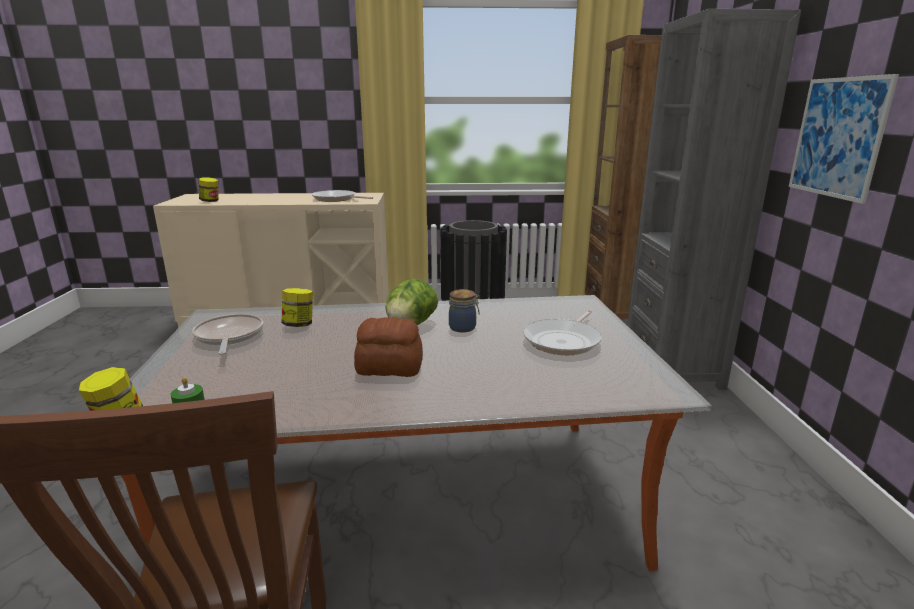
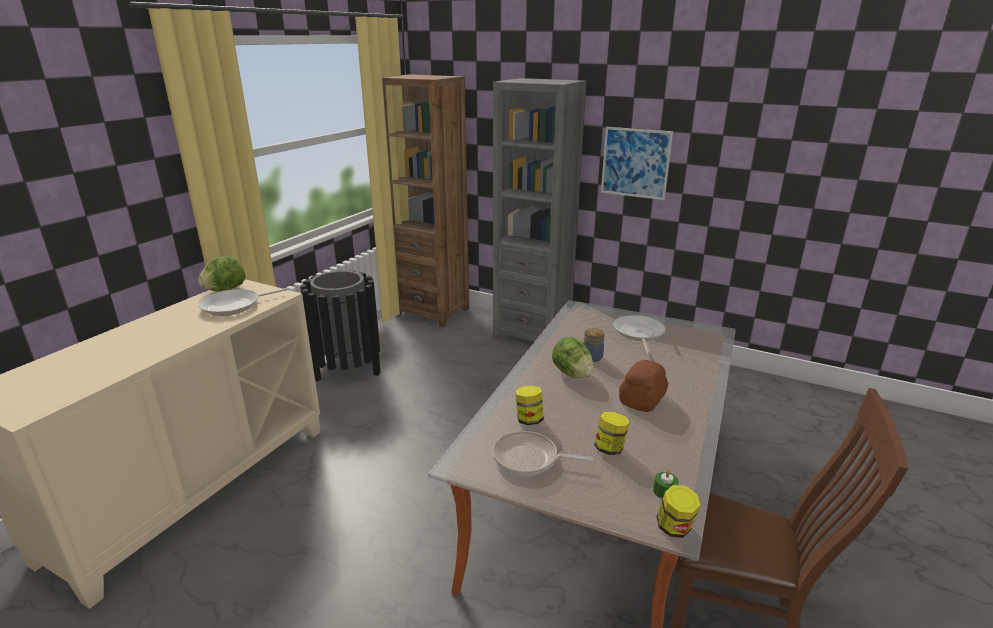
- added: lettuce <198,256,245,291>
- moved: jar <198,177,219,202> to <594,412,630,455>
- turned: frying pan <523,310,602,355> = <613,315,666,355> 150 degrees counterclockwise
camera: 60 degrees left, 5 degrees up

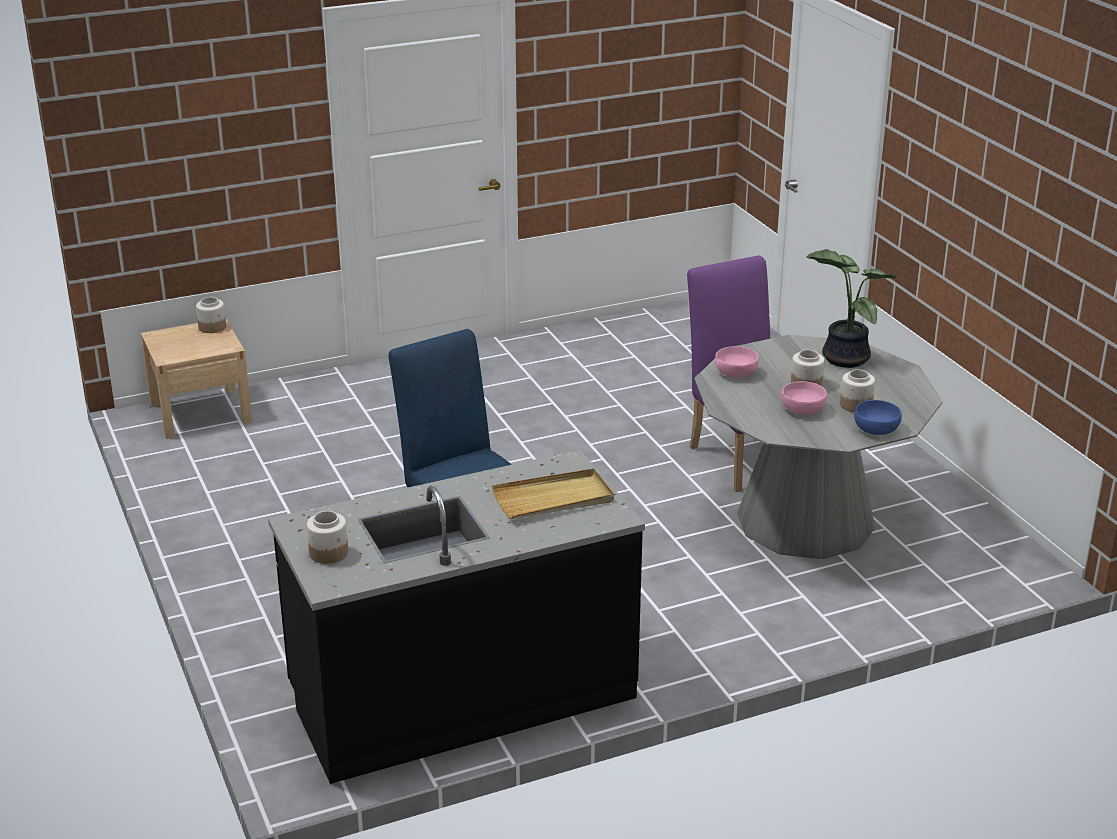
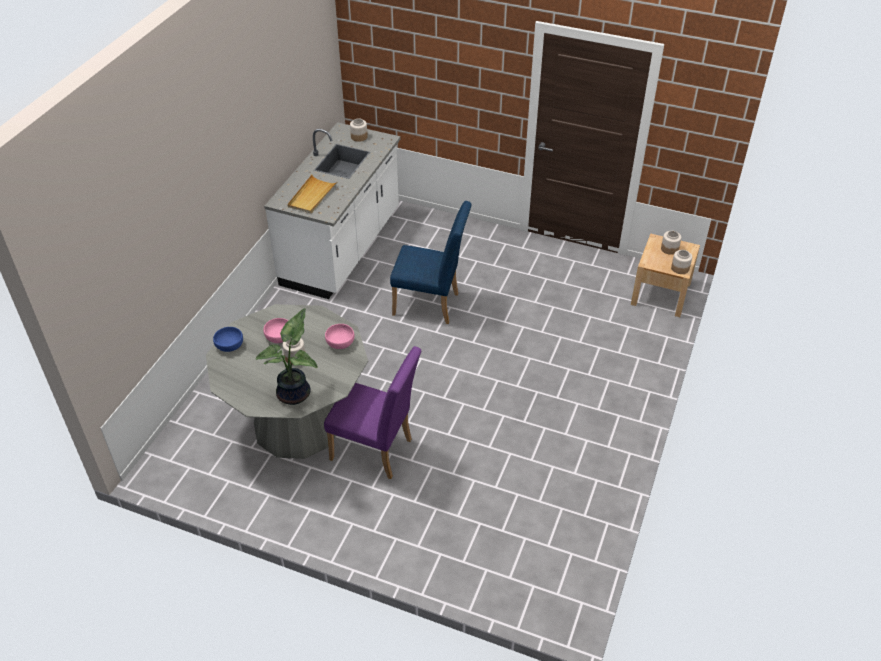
- recoloured: black counter <268,450,645,784> to white counter <264,122,401,299>
- moved: jar <840,369,875,412> to <661,231,682,255>
camera: 135 degrees right, 15 degrees up

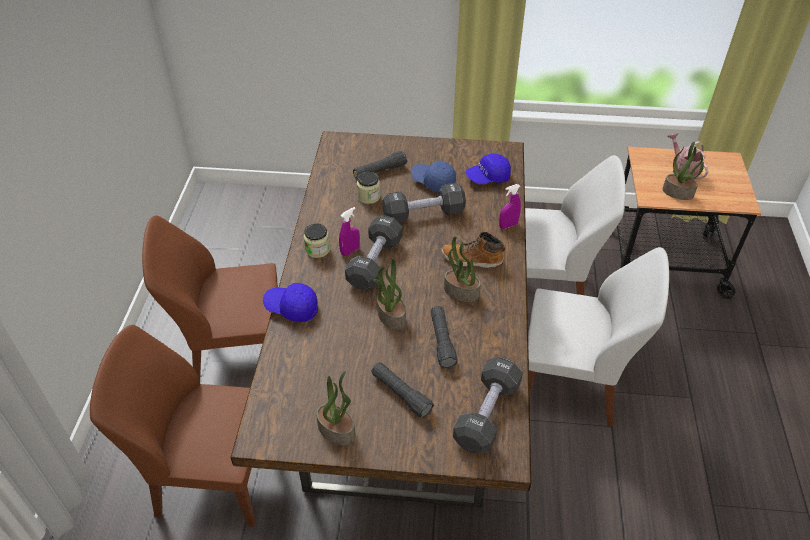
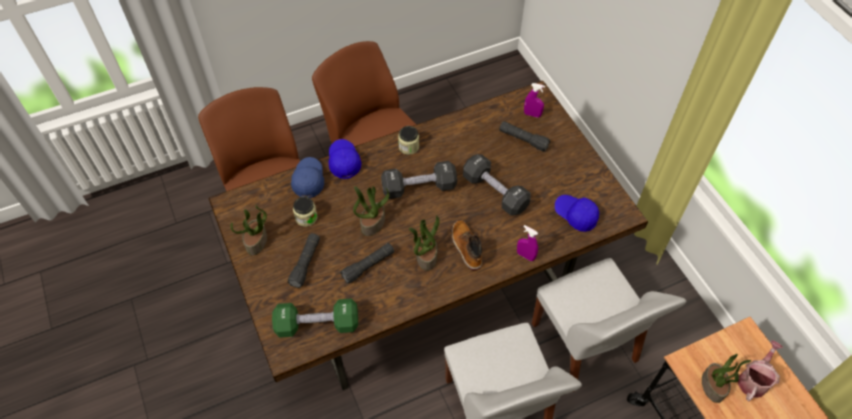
- recoloured: black dumbbell <453,357,523,454> to green dumbbell <272,298,358,338>
- moved: blue cap <411,161,456,193> to <291,157,324,198>
- moved: jar <357,172,380,204> to <293,197,317,227>
- moved: purple spray bottle <339,207,360,256> to <524,83,545,118>
camera: 60 degrees right, 10 degrees up

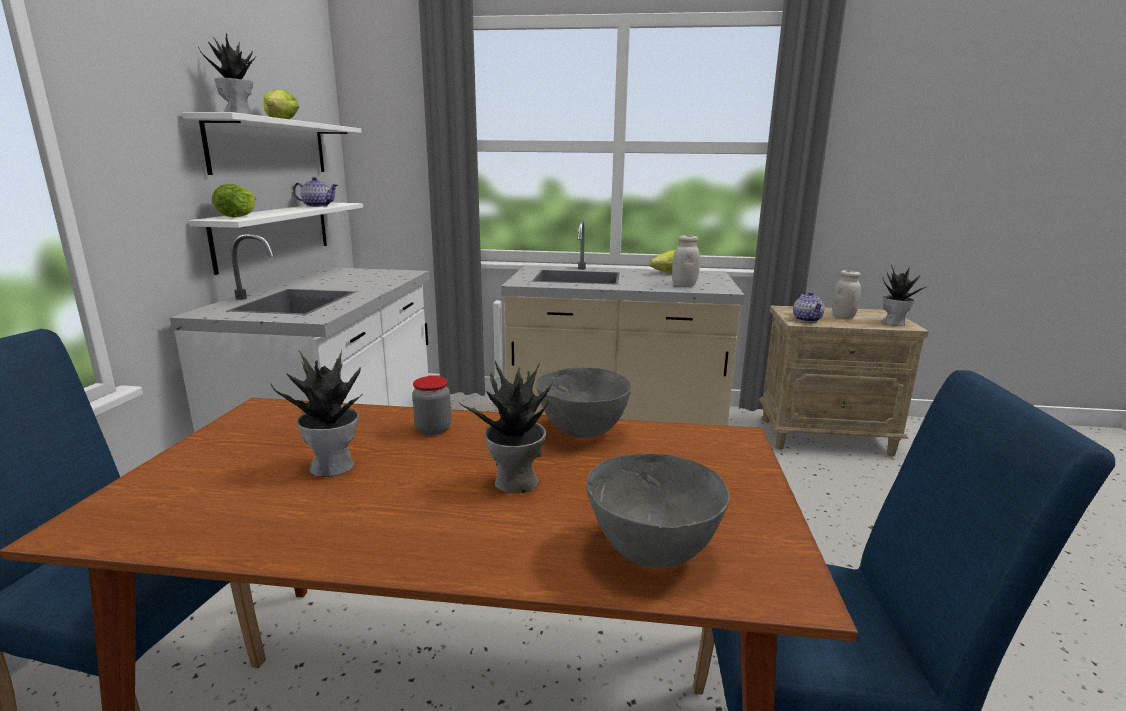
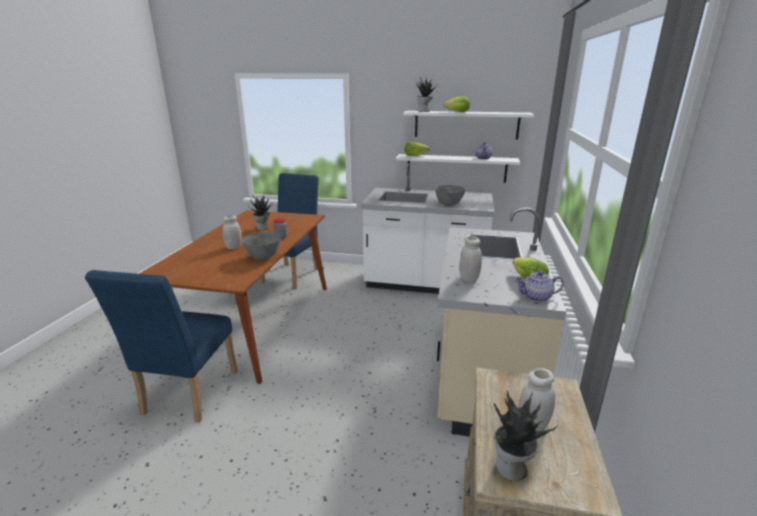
- replaced: potted plant <460,361,554,493> to white jar <223,215,242,249>
- moved: grey bowl <586,453,730,568> to <435,185,466,206>
- moved: teapot <793,292,825,322> to <515,271,564,302>
camera: 95 degrees right, 5 degrees up

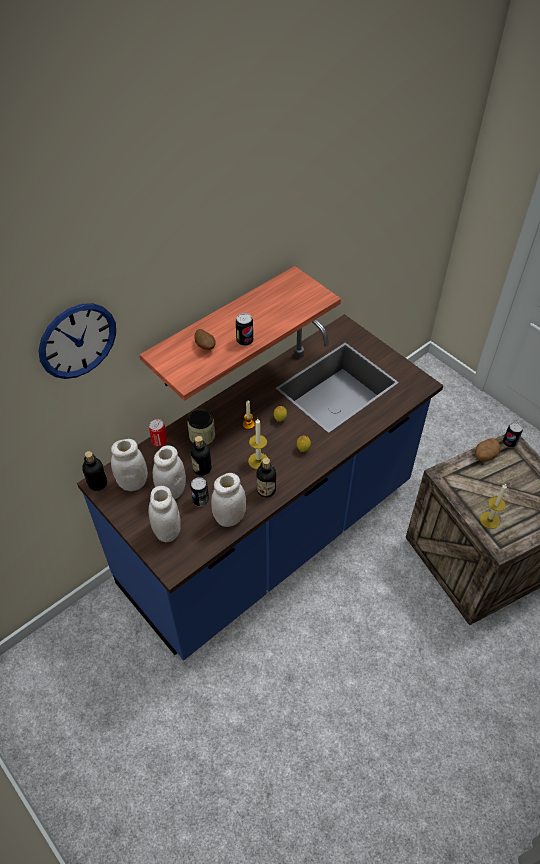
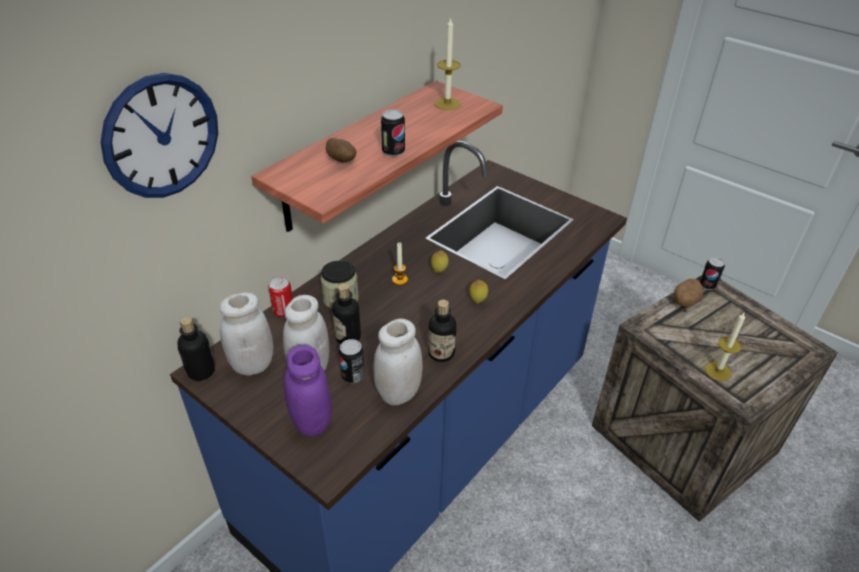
- recoloured: white jar <148,486,181,542> to purple jar <284,345,332,436>
- moved: candle <248,418,268,469> to <435,17,461,110>
camera: 10 degrees left, 10 degrees down

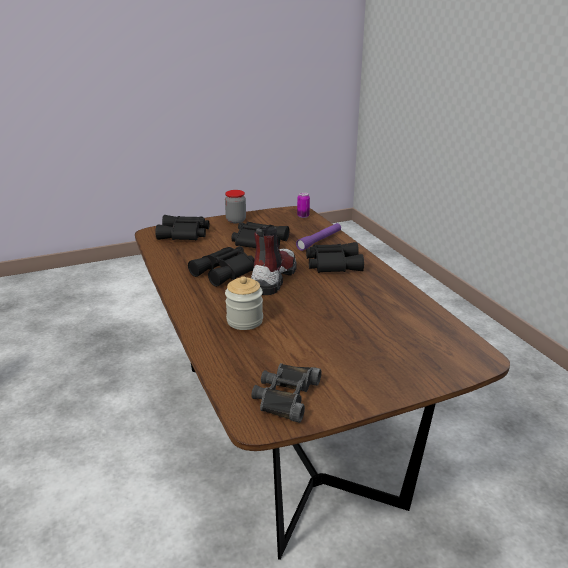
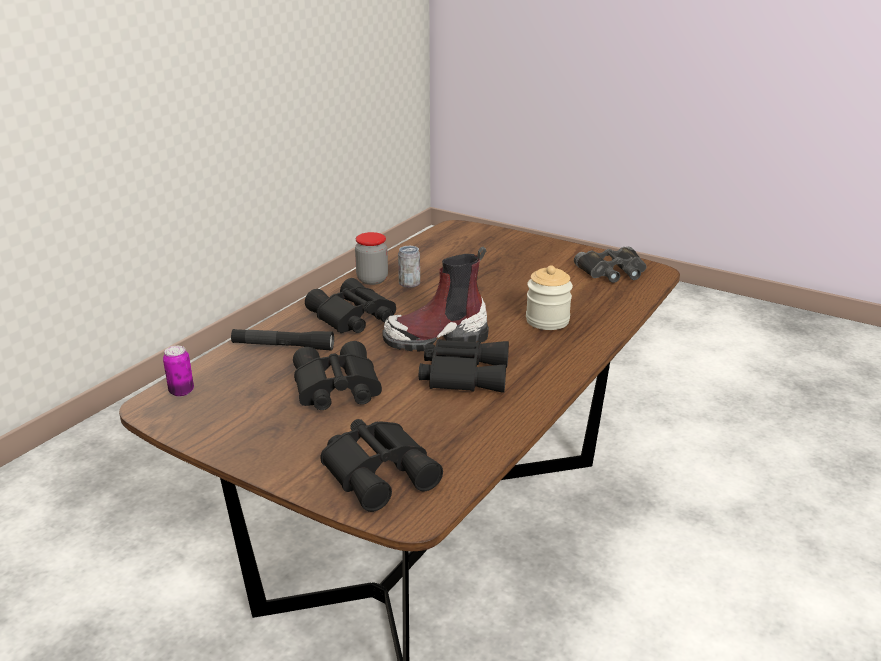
- recoloured: purple flashlight <296,223,341,251> to black flashlight <231,329,334,351>
- moved: jar <225,190,246,223> to <355,232,388,285>
- added: can <398,246,420,288>
camera: 125 degrees left, 0 degrees up

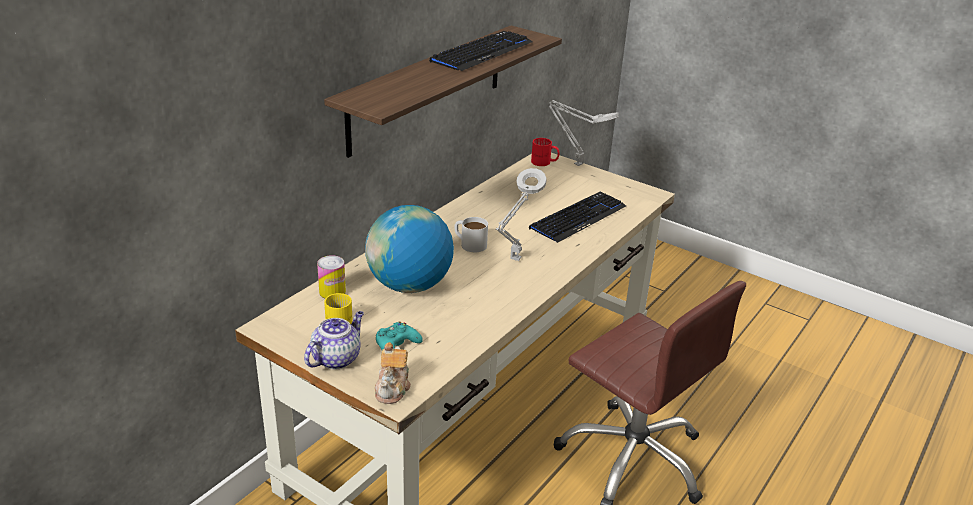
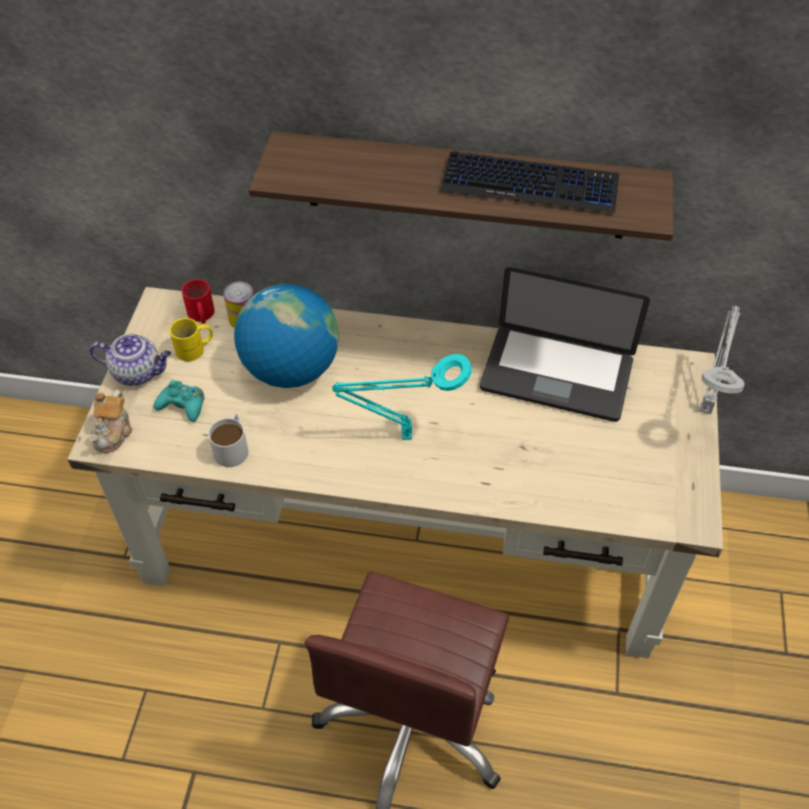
- turned: teapot <375,342,411,404> = <89,390,133,453> 60 degrees counterclockwise
- moved: red mug <531,138,560,166> to <182,279,215,324>
- moved: white mug <454,217,488,252> to <208,414,249,467>
- recoloured: grey table lamp <496,168,547,261> to turquoise table lamp <332,354,472,440>
- added: laptop <480,267,650,422>
- removed: keyboard <529,192,626,243>
camera: 65 degrees right, 20 degrees up

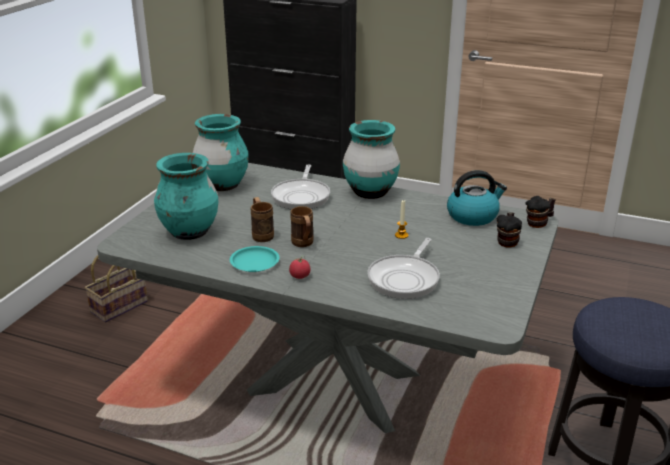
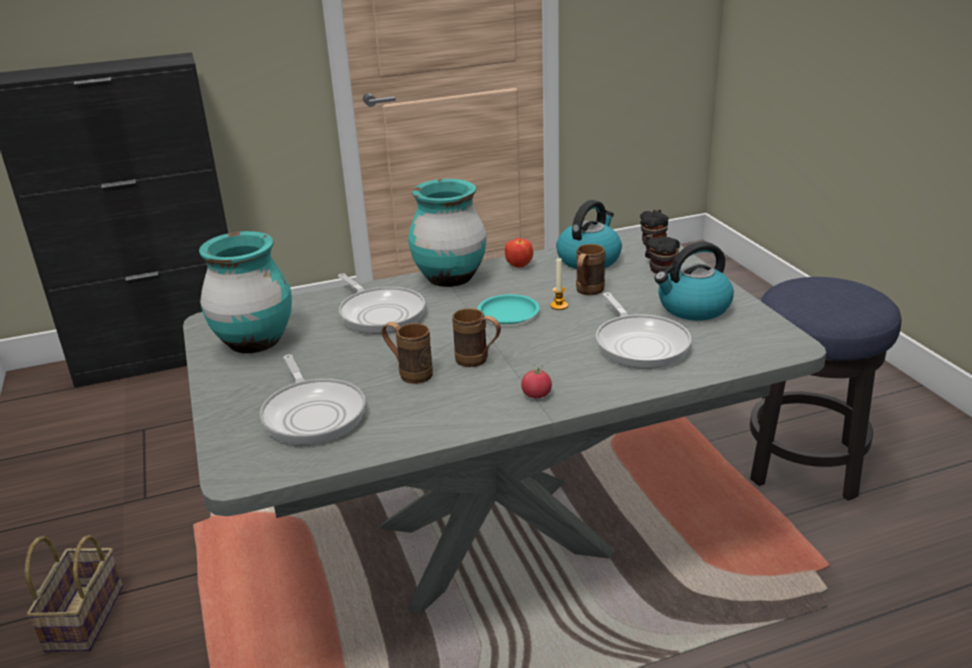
- replaced: turquoise vase <154,153,218,240> to frying pan <260,354,365,445>
- moved: turquoise plate <230,246,279,272> to <477,294,540,324>
- added: apple <505,238,533,268>
- added: brown mug <576,244,605,295>
- added: kettle <654,242,734,321>
camera: 40 degrees left, 0 degrees up

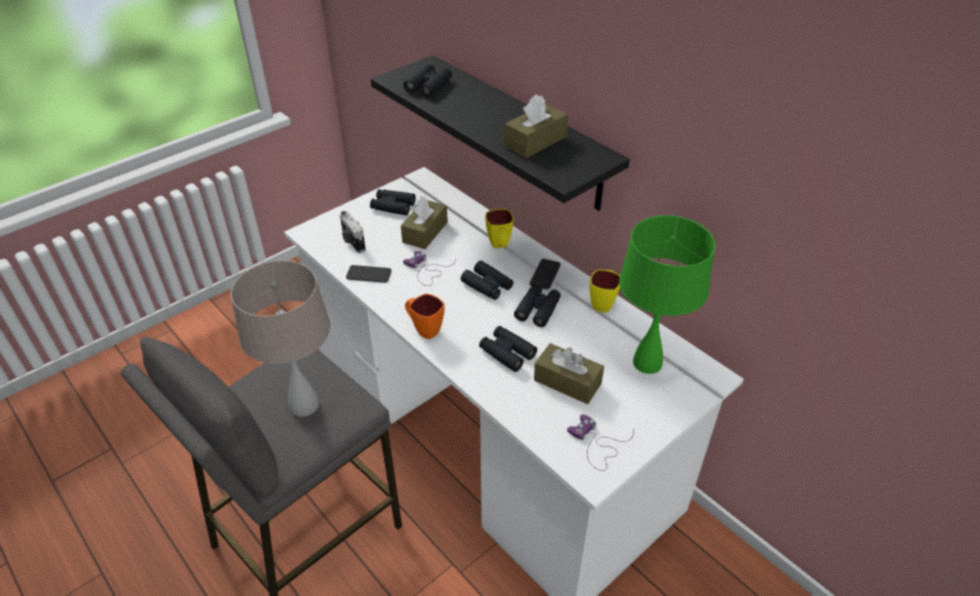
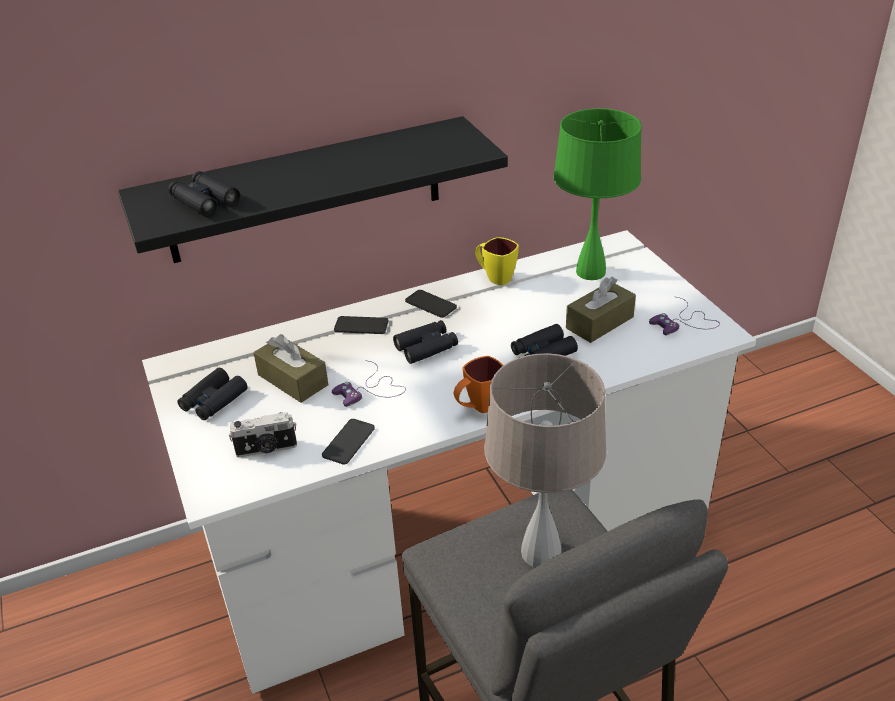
- replaced: yellow mug <485,209,513,248> to phone <334,316,388,334>
- removed: brown tissue box <504,94,568,158>
- removed: black binoculars <514,284,561,327>
camera: 70 degrees left, 5 degrees down

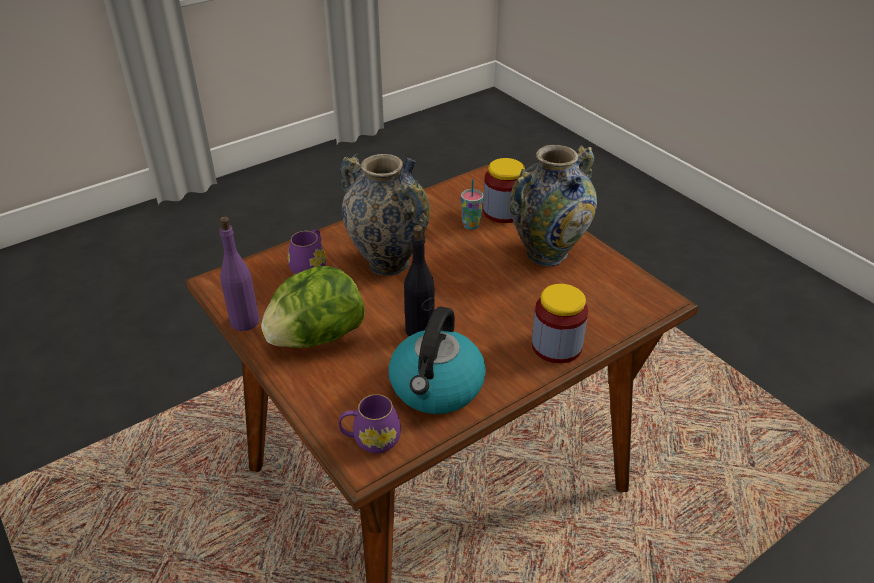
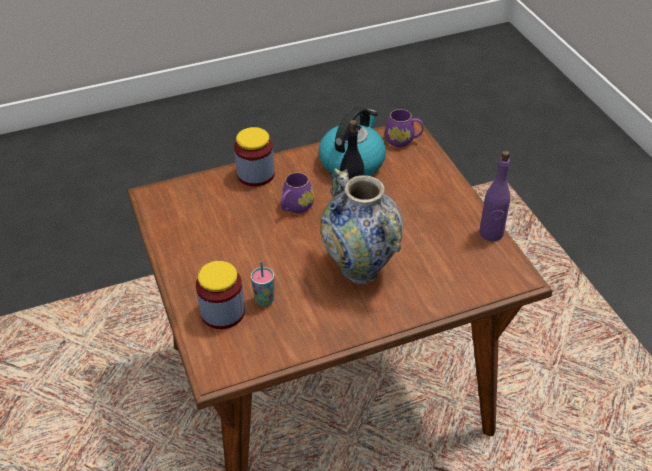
- moved: purple mug <288,229,326,274> to <281,172,314,213>
- removed: lettuce <261,266,365,348>
- removed: vase <510,145,597,266>
camera: 165 degrees left, 5 degrees up

